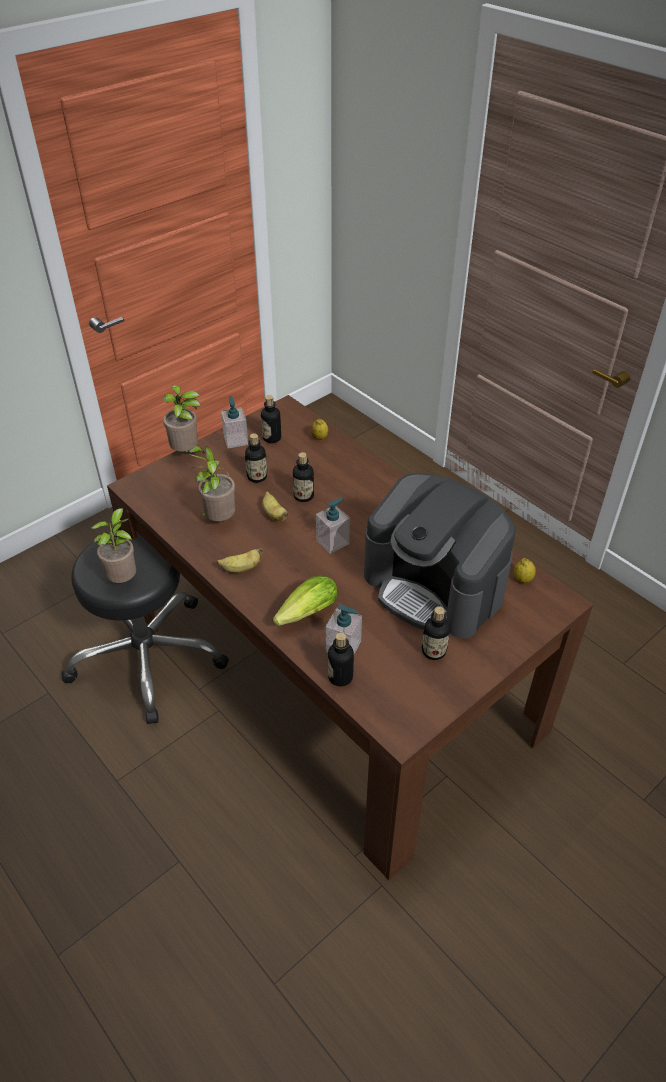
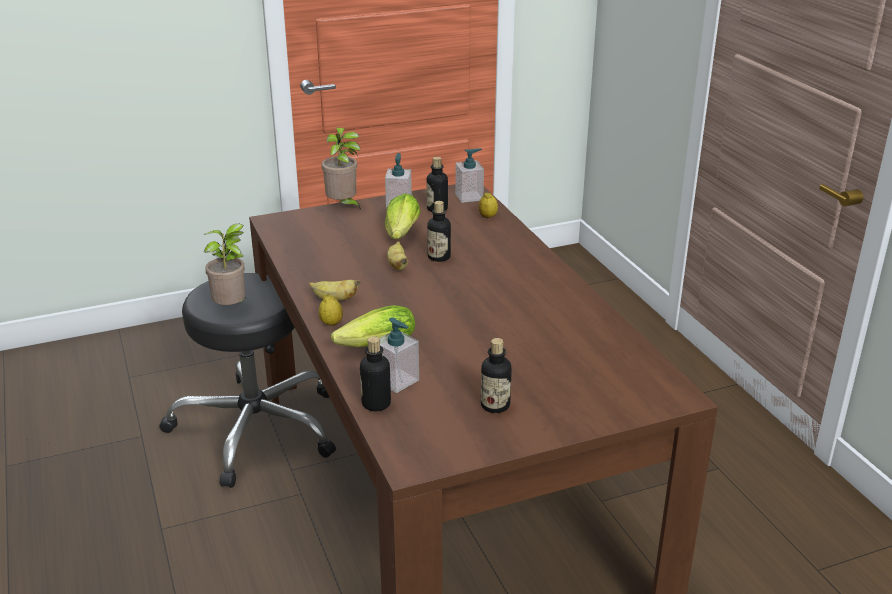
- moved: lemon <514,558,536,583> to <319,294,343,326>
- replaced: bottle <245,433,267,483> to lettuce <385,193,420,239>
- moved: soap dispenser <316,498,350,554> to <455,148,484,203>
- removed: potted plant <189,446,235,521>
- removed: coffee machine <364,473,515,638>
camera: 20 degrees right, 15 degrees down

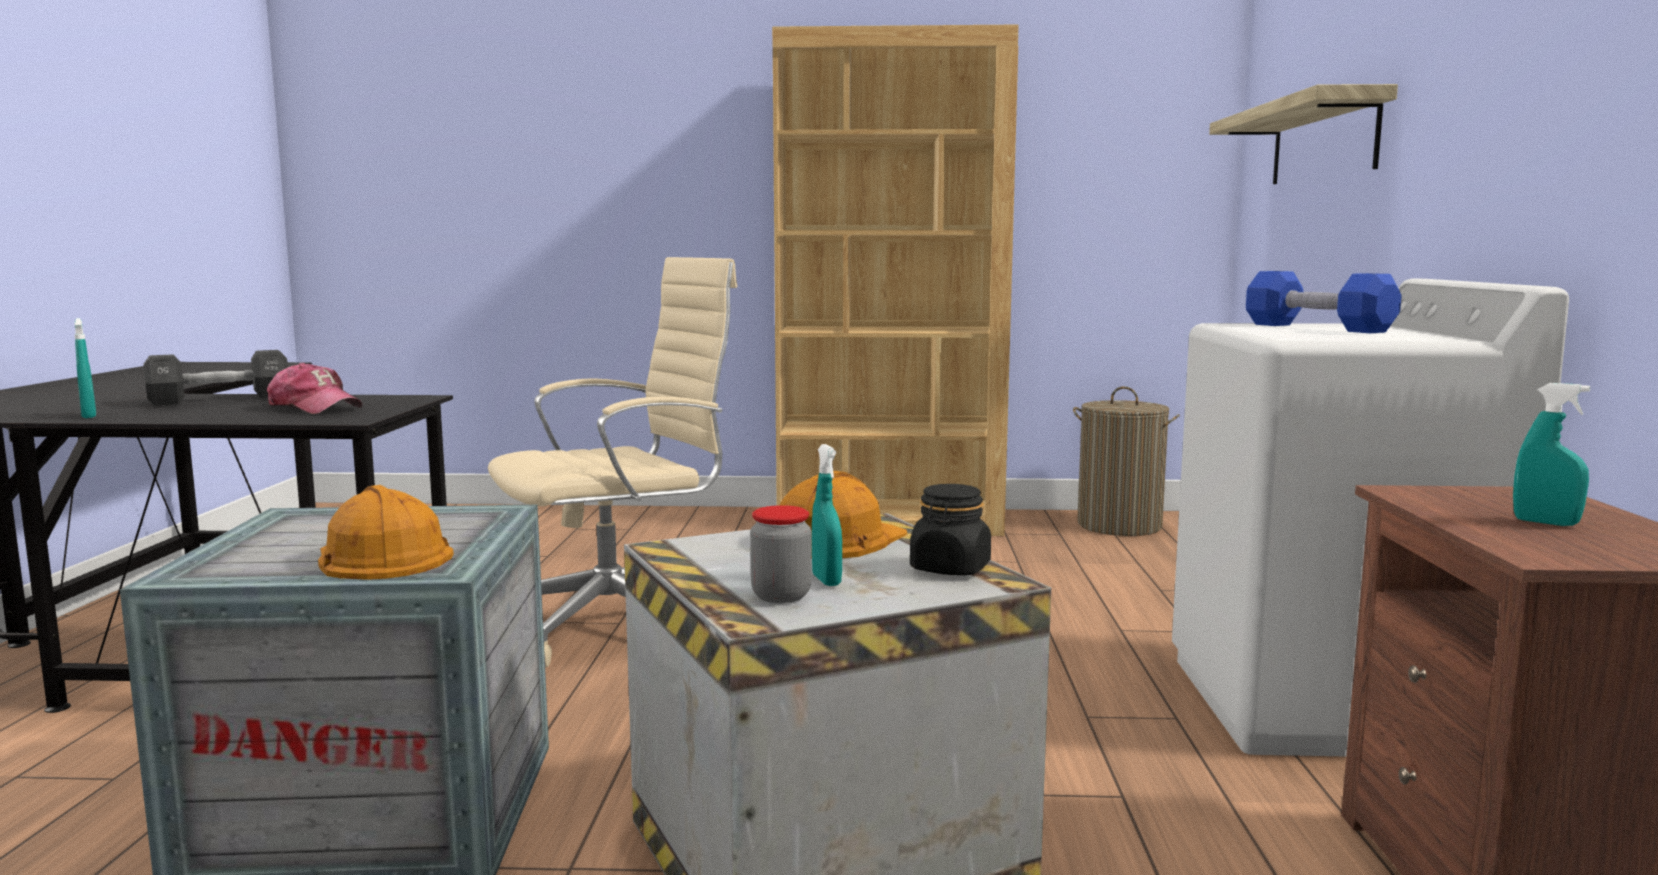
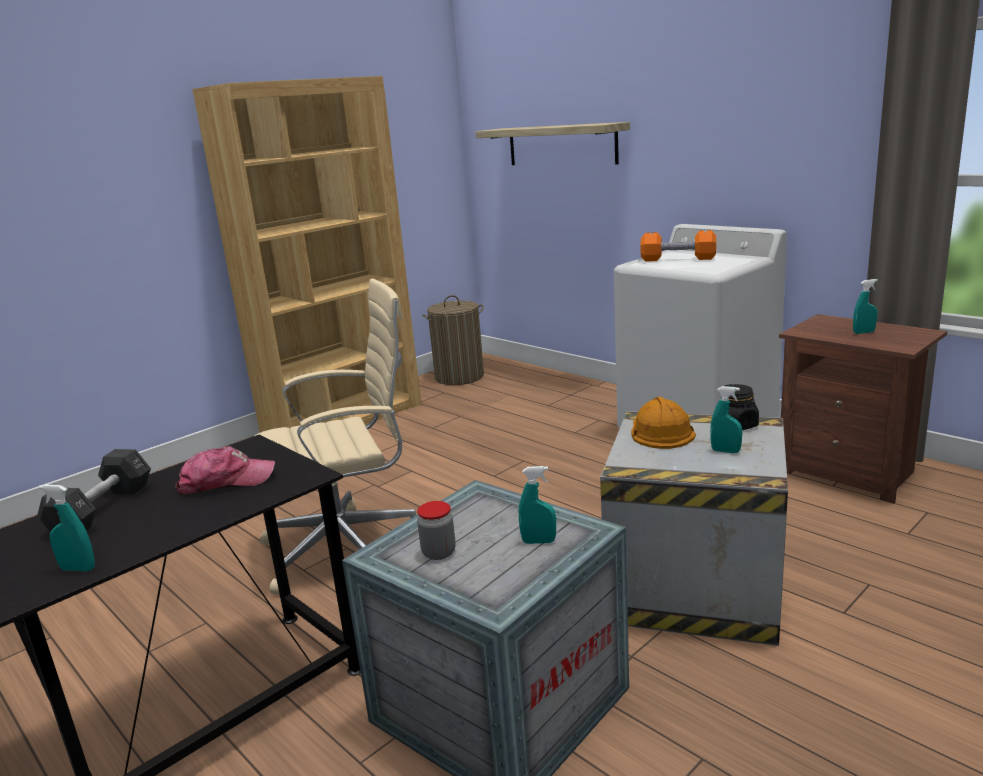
- turned: beige office chair <488,257,737,667> = <255,278,416,595> 60 degrees clockwise
- moved: jar <750,505,812,603> to <417,501,456,560>
- replaced: orange hard hat <318,485,454,580> to turquoise spray bottle <519,466,556,544>
- recoloured: blue dumbbell <1246,271,1402,333> to orange dumbbell <641,230,716,262>
camera: 45 degrees left, 10 degrees up

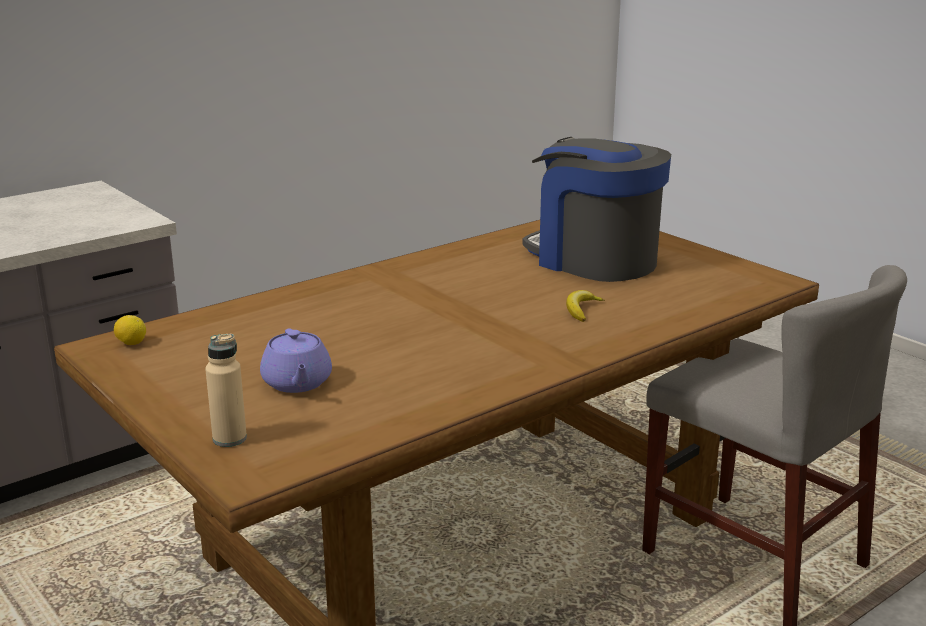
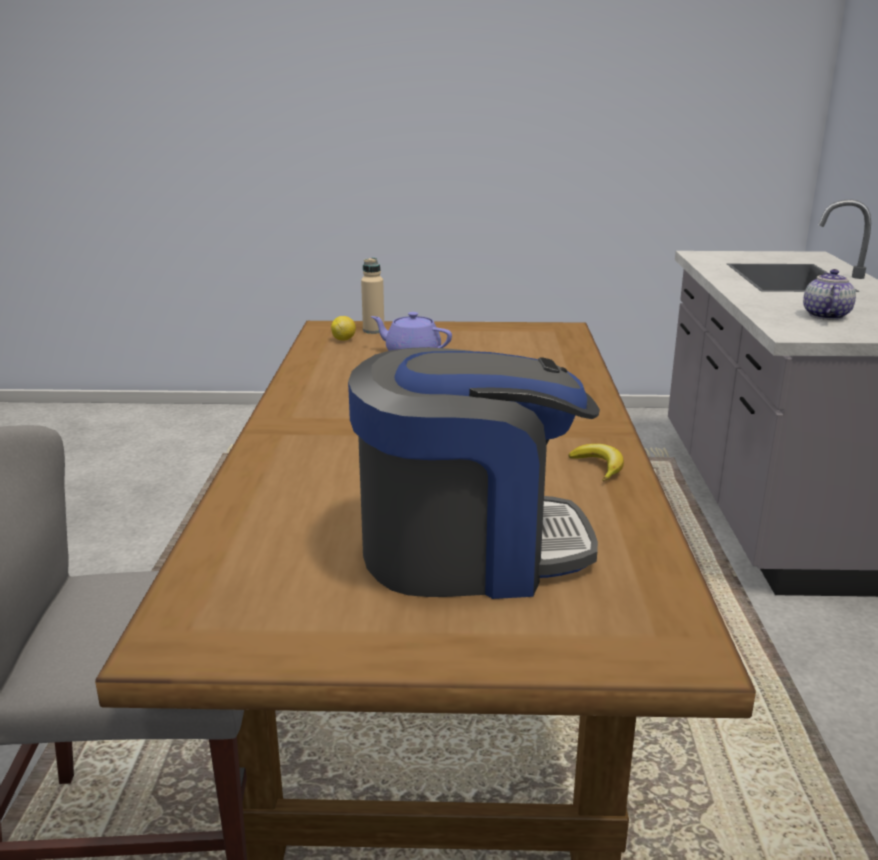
- moved: lemon <114,315,146,345> to <331,316,356,341>
- moved: banana <566,290,605,322> to <568,444,624,481>
- added: teapot <803,269,856,320>
camera: 130 degrees right, 0 degrees up

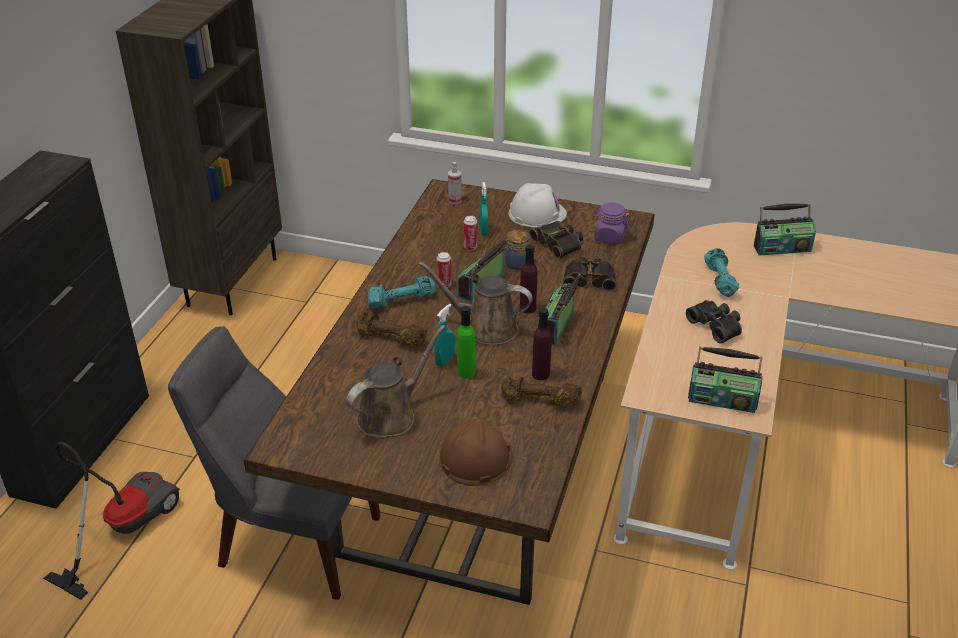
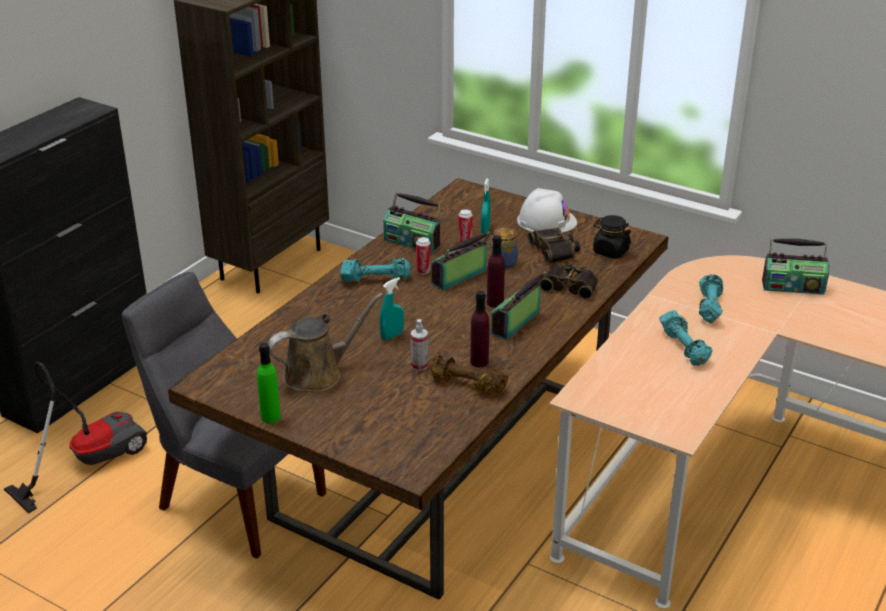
- moved: green bottle <457,306,475,378> to <257,343,281,423>
- moved: radio <688,346,763,413> to <384,192,441,254>
- moved: spray bottle <448,162,462,204> to <411,319,428,371>
- recoloured: purple jar <593,202,630,244> to black jar <593,215,631,259>
- replaced: black binoculars <686,300,742,344> to turquoise dumbbell <659,310,713,366>
- removed: brown dumbbell <356,312,427,346>
- removed: brown watering can <419,262,533,345>
- removed: brown hard hat <440,418,513,486>
camera: 15 degrees right, 5 degrees down

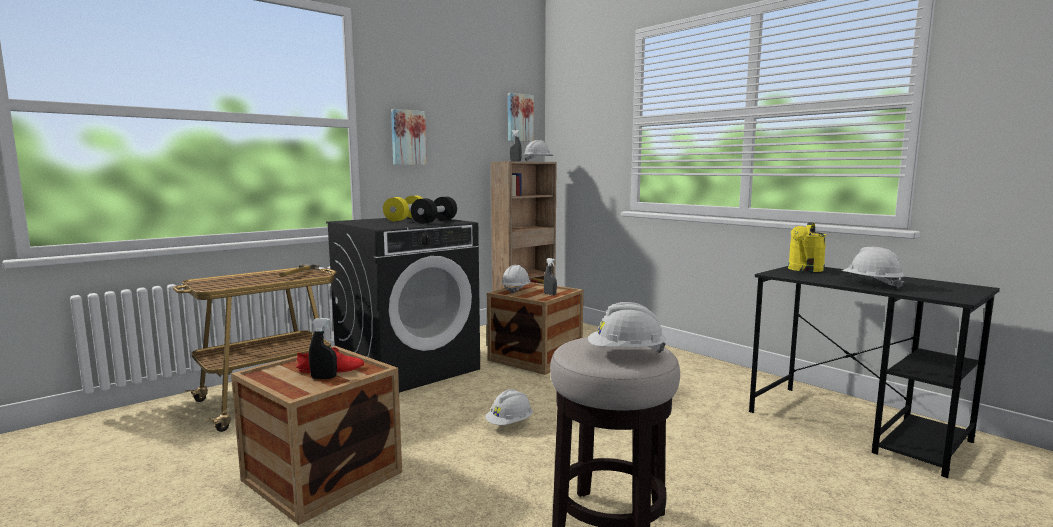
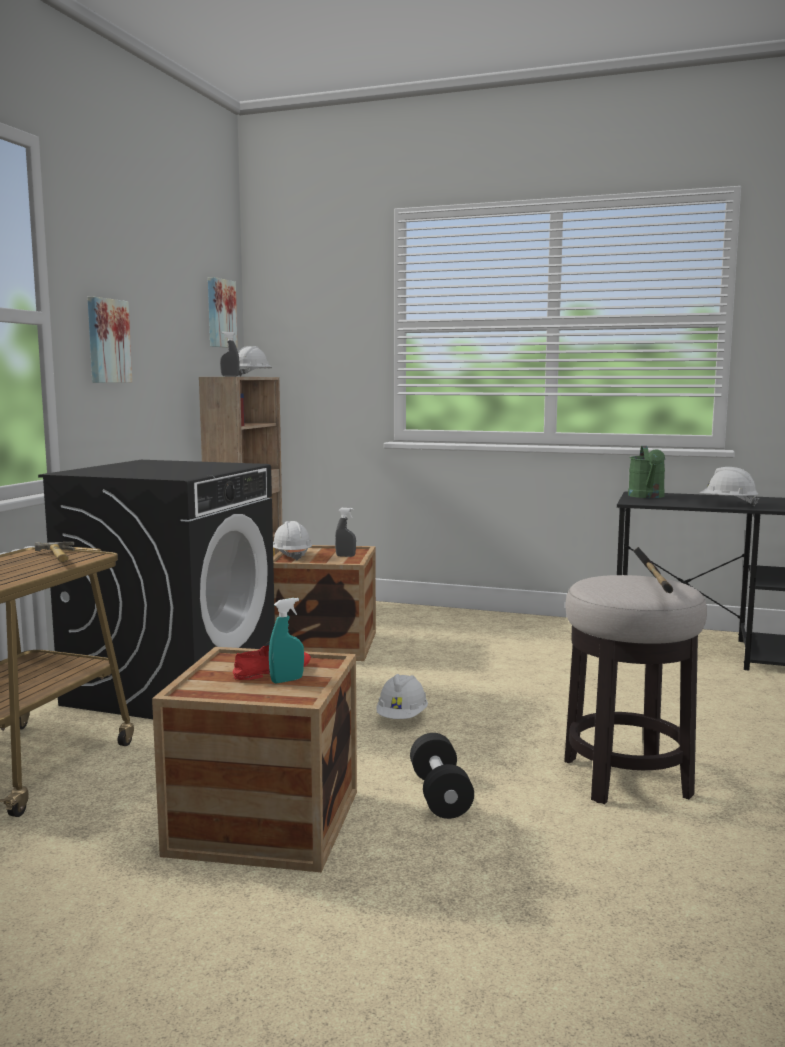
- recoloured: black spray bottle <309,318,337,379> to turquoise spray bottle <269,598,304,683>
- moved: black dumbbell <411,197,457,224> to <410,733,474,819>
- recoloured: yellow watering can <788,222,826,272> to green watering can <628,446,665,498>
- replaced: white hard hat <588,302,666,353> to hammer <633,547,673,593>
- removed: yellow dumbbell <383,195,423,221>
camera: 30 degrees left, 0 degrees up

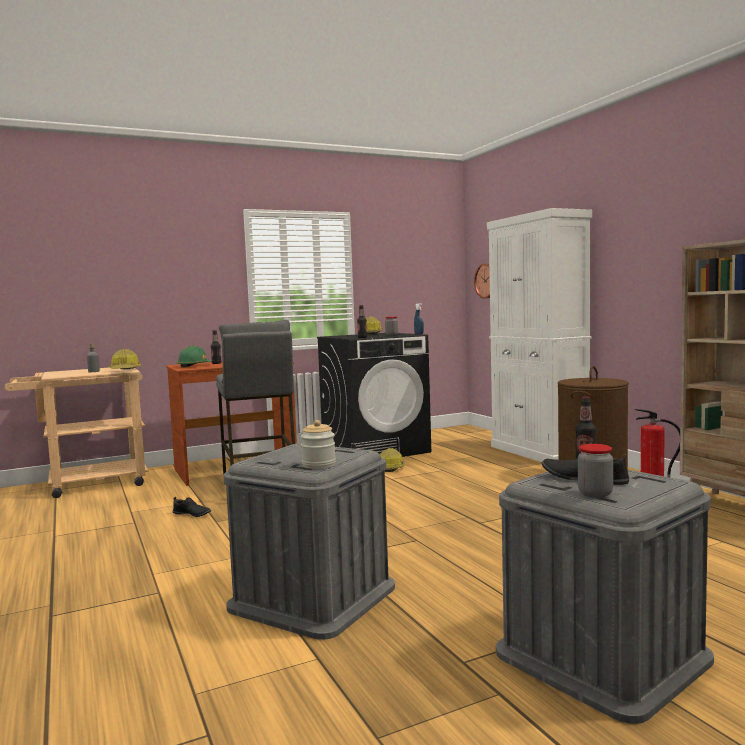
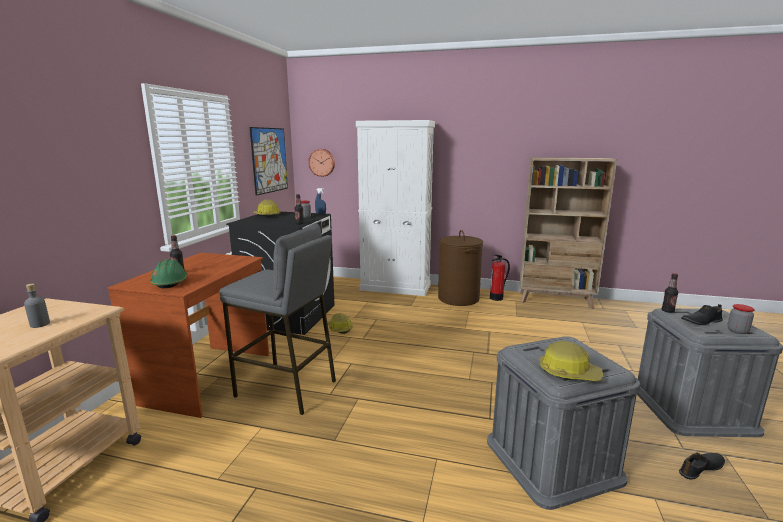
- added: picture <250,127,288,196>
- moved: hard hat <109,349,141,369> to <539,341,603,381>
- moved: black shoe <173,497,211,517> to <679,453,725,480>
- removed: jar <301,420,336,469>
camera: 50 degrees left, 10 degrees up

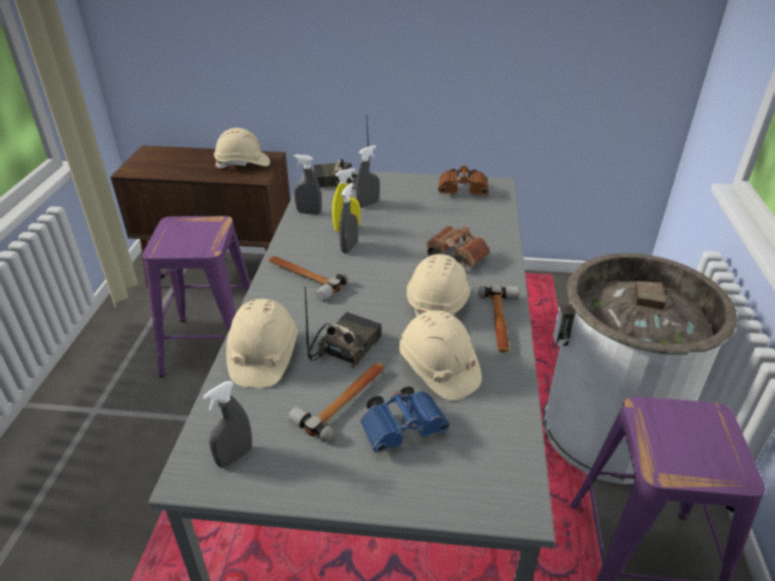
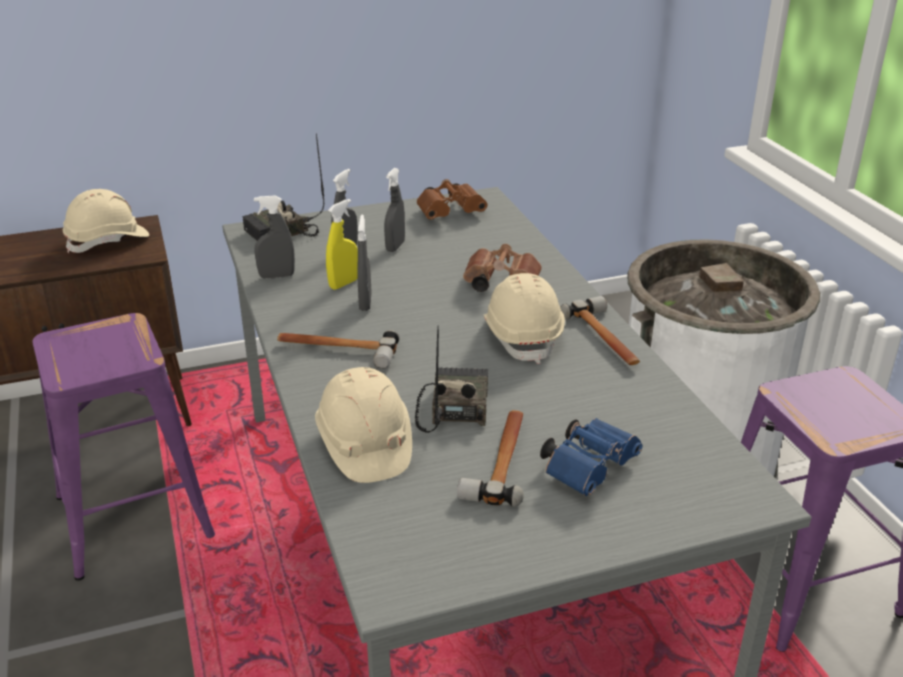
- moved: grey spray bottle <203,381,252,468> to <384,168,405,252>
- removed: beige hard hat <399,310,482,400>
camera: 25 degrees left, 5 degrees down

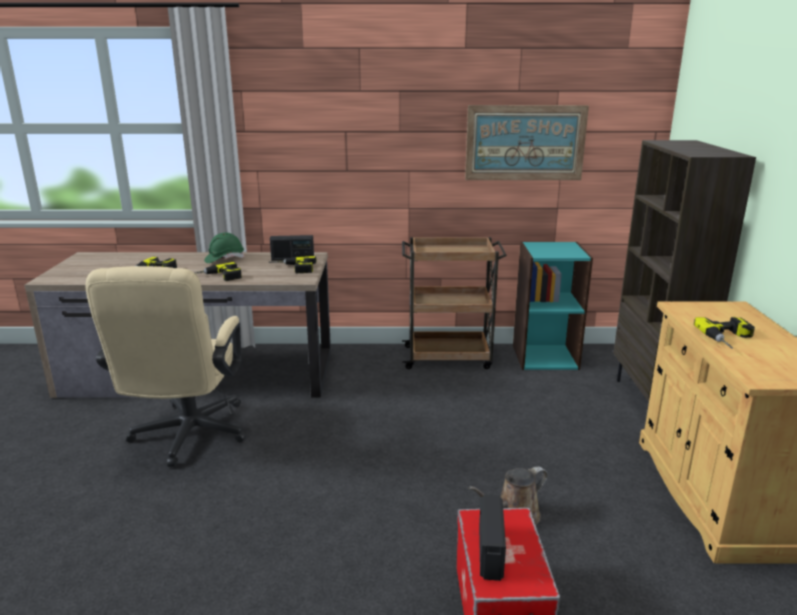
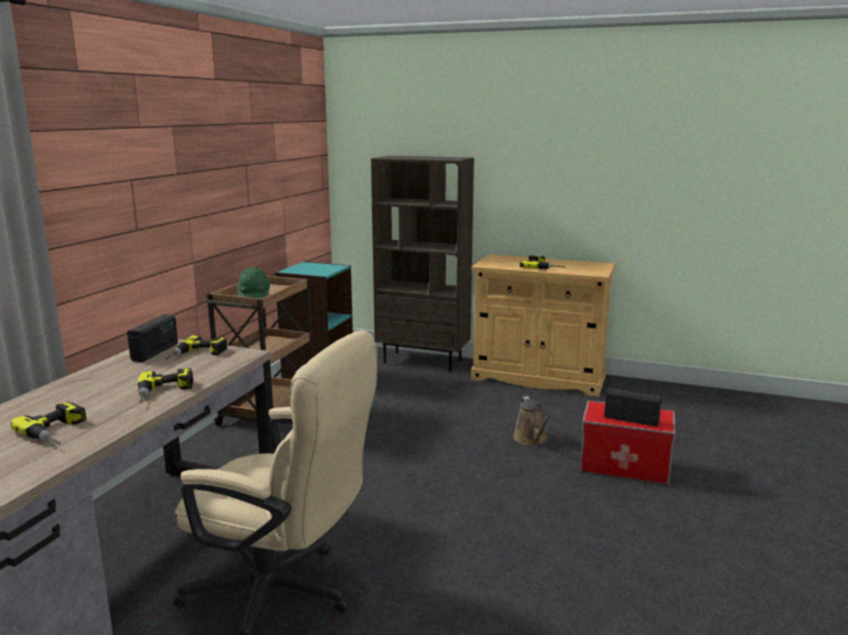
- moved: green hard hat <204,233,244,263> to <237,267,270,299>
- removed: picture <465,105,589,180>
camera: 70 degrees left, 5 degrees down

